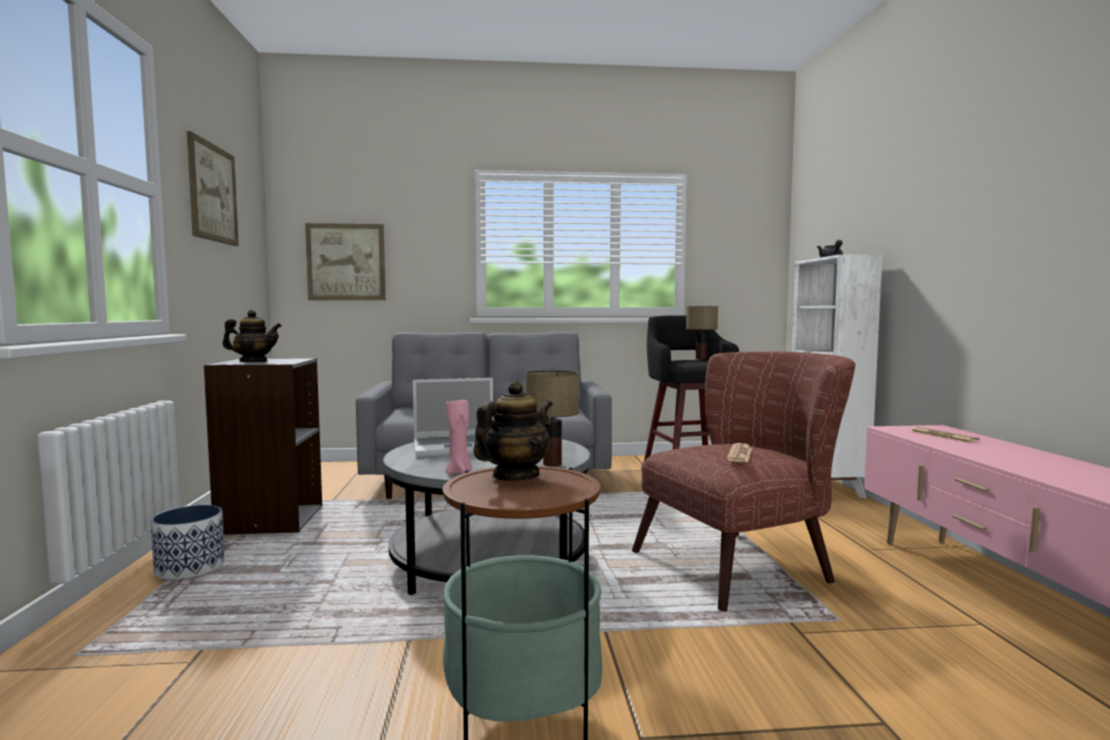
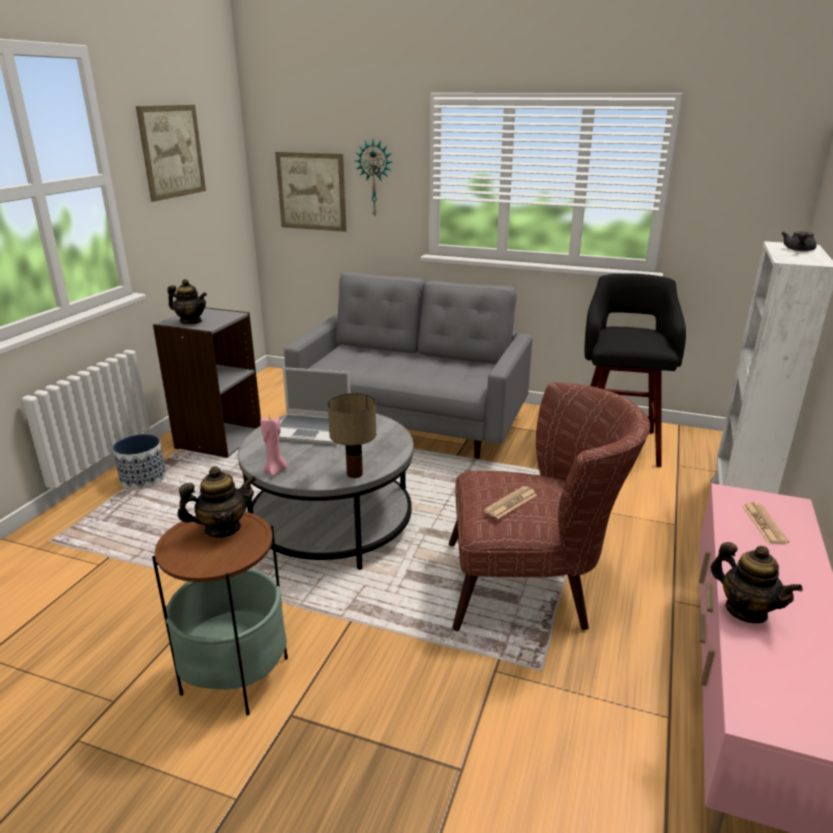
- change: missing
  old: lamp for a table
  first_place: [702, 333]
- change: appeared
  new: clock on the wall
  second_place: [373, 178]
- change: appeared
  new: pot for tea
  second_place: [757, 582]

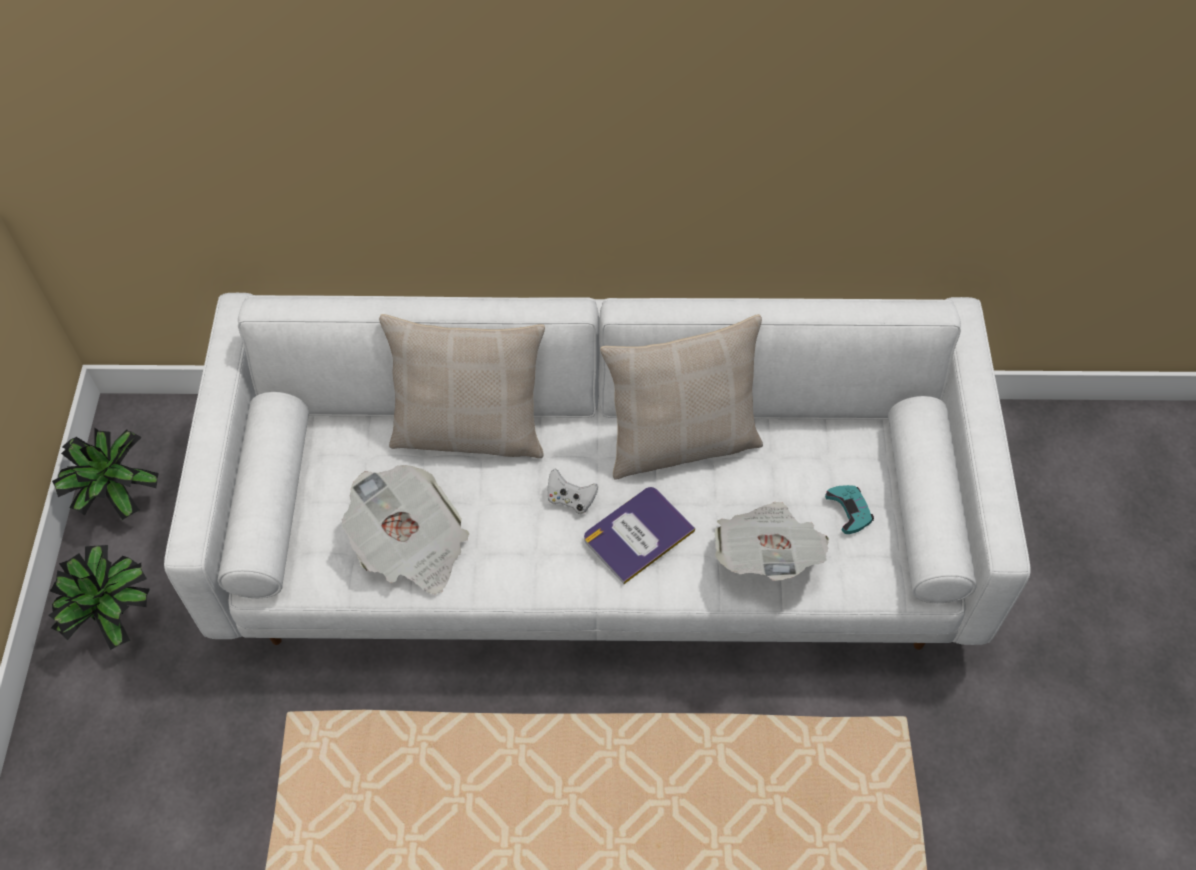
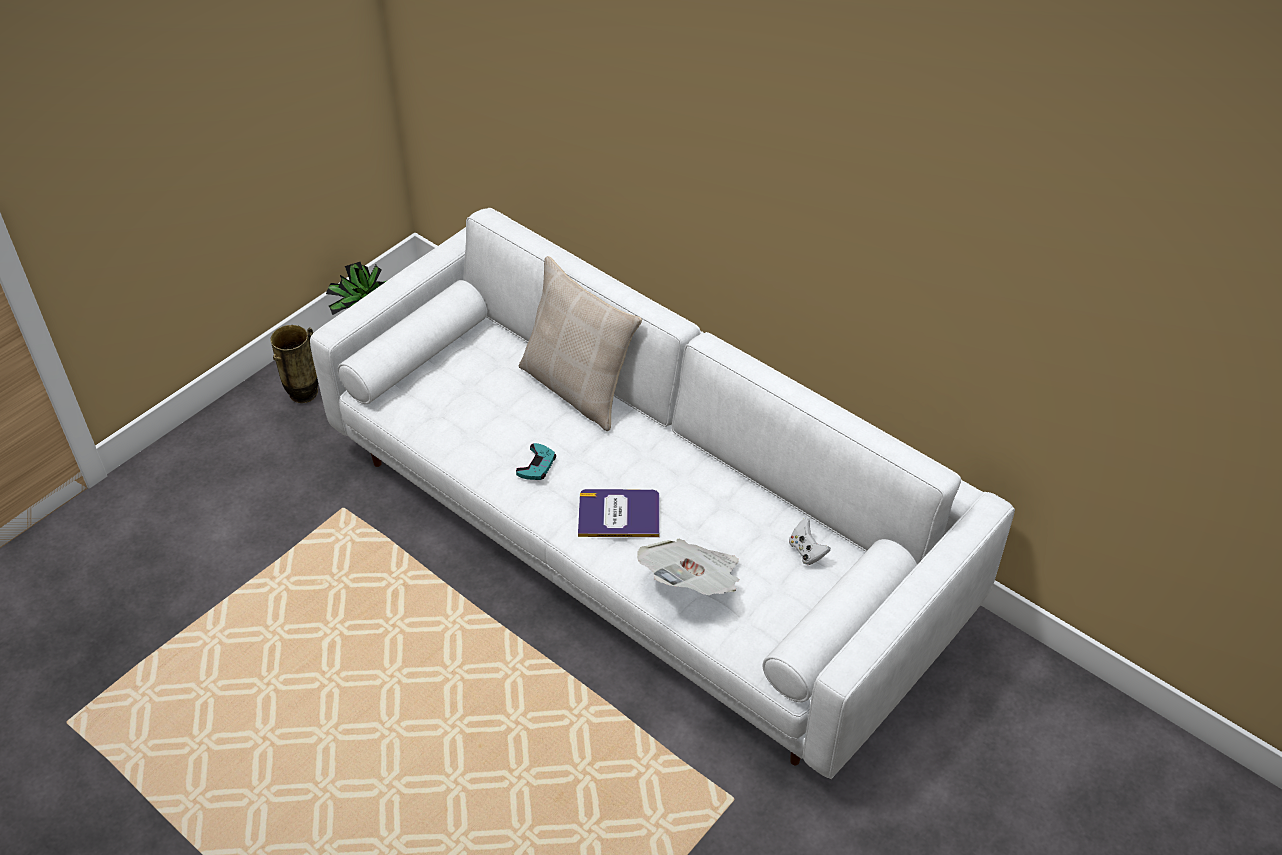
- change: missing
  old: daily paper
  first_place: [405, 529]
- change: missing
  old: pillow (beige)
  first_place: [681, 397]
- change: relocated
  old: gamepad (white)
  first_place: [572, 491]
  second_place: [809, 541]
- change: relocated
  old: gamepad (turquoise)
  first_place: [849, 509]
  second_place: [536, 461]
- change: exchanged
  old: houseplant
  new: vase
  first_place: [99, 597]
  second_place: [294, 364]

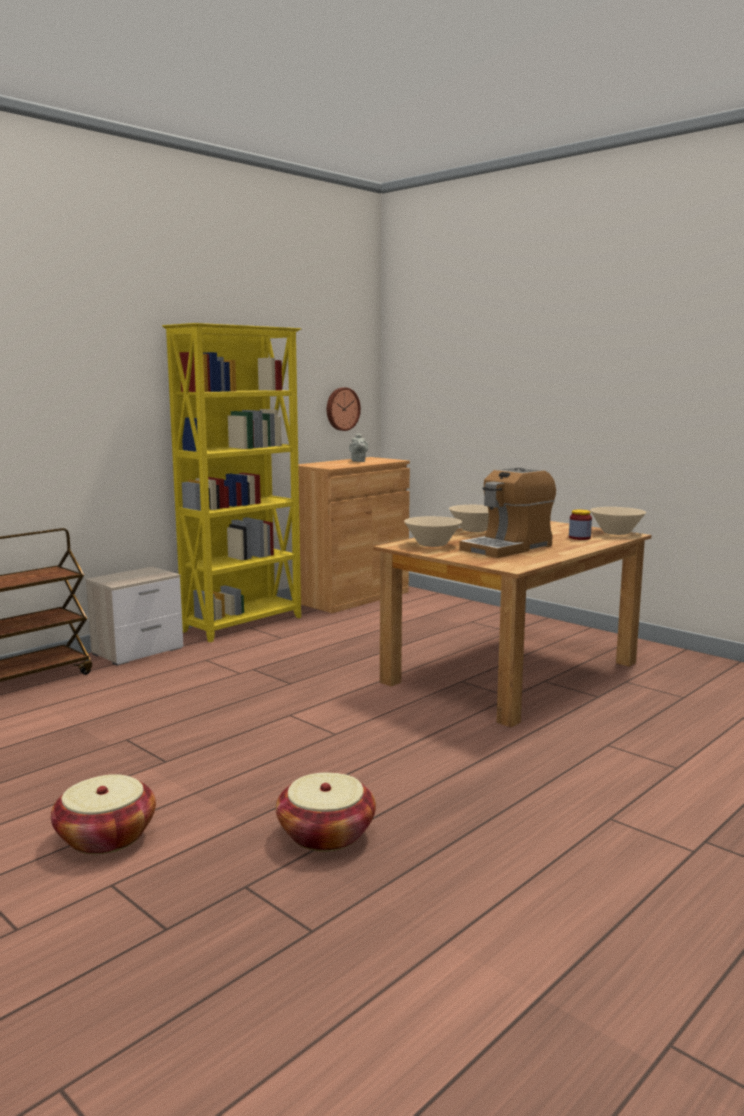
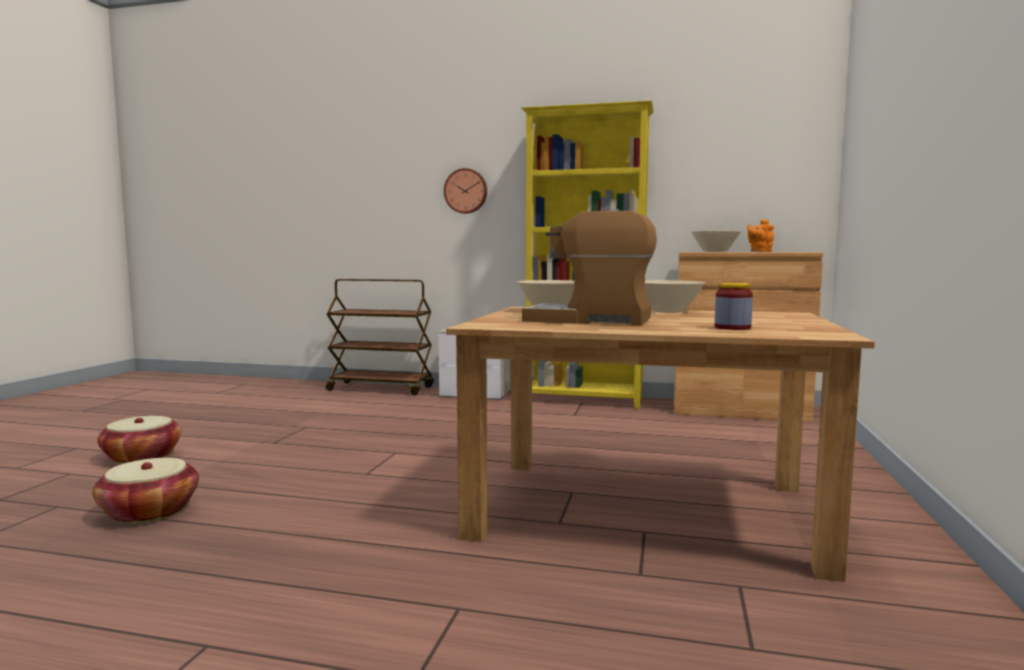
- change: relocated
  old: clock on the wall
  first_place: [344, 409]
  second_place: [465, 191]
- change: relocated
  old: deep dish (beige)
  first_place: [618, 521]
  second_place: [716, 241]
- change: colour
  old: pot for tea (gray)
  new: pot for tea (orange)
  first_place: [358, 447]
  second_place: [760, 235]

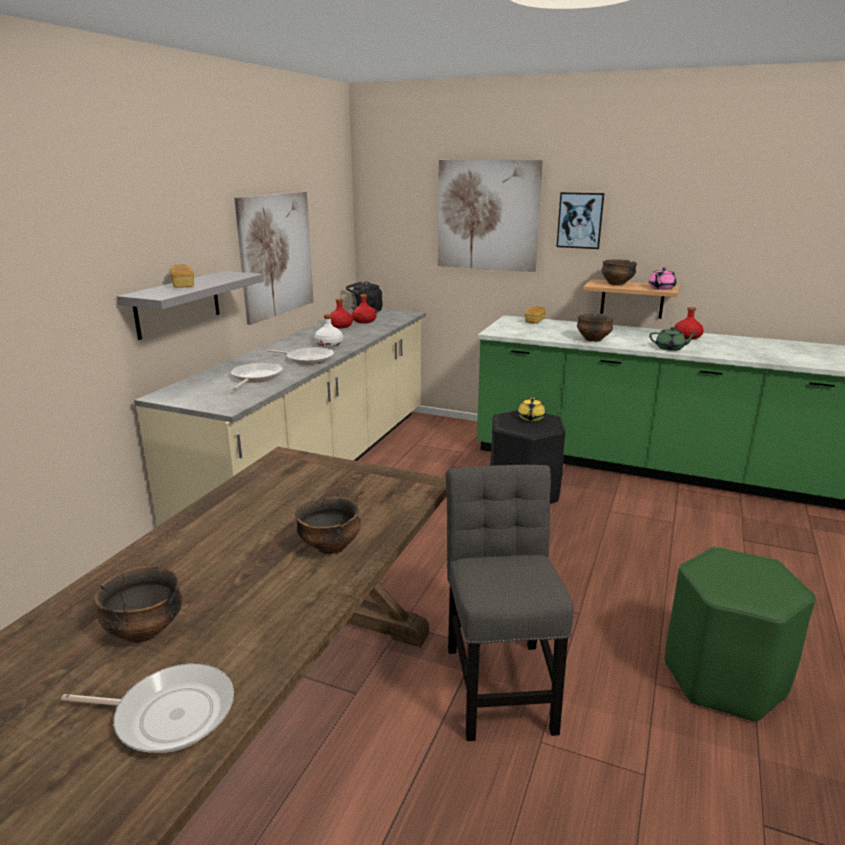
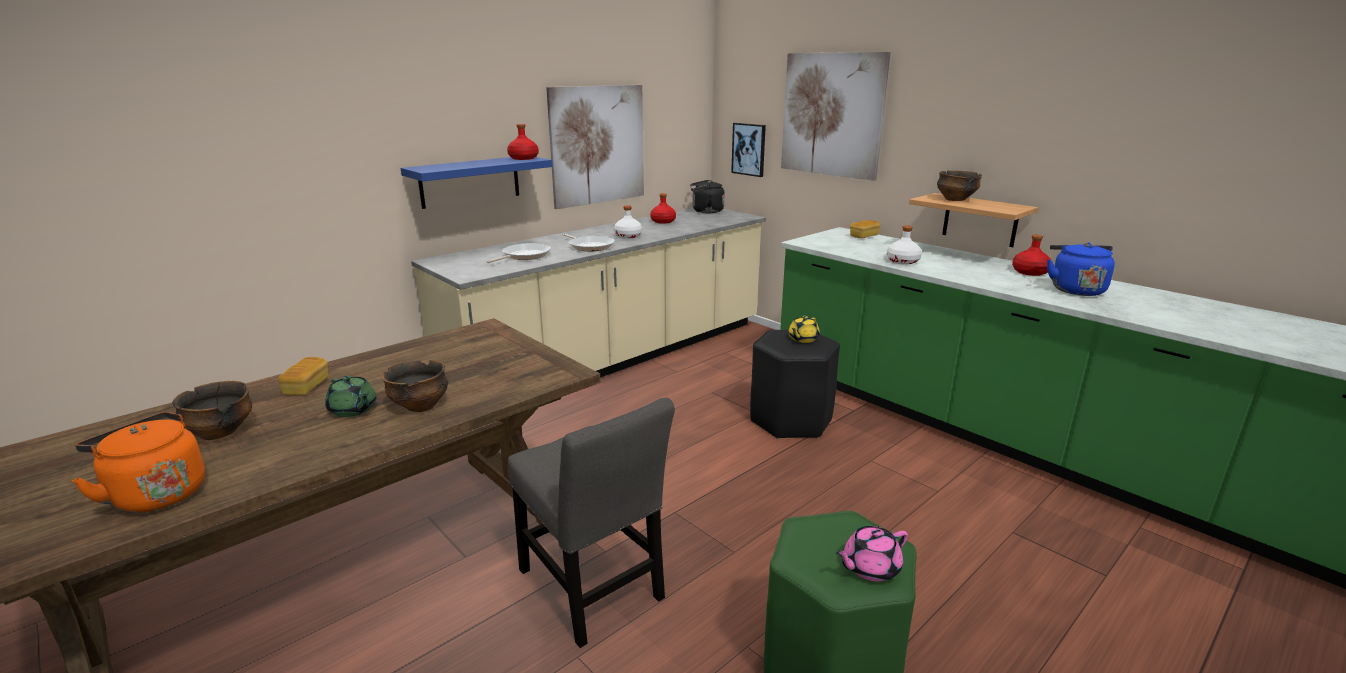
- change: appeared
  new: kettle (blue-coloured)
  second_place: [1081, 269]
- change: relocated
  old: bread
  first_place: [181, 276]
  second_place: [303, 376]
- change: relocated
  old: bottle (red)
  first_place: [364, 308]
  second_place: [523, 142]
- change: relocated
  old: picture
  first_place: [580, 220]
  second_place: [748, 150]
- change: relocated
  old: pot for tea (pinkish)
  first_place: [663, 278]
  second_place: [872, 553]
- change: relocated
  old: pot for tea (green-coloured)
  first_place: [673, 339]
  second_place: [351, 396]
- change: exchanged
  old: pan
  new: kettle (orange)
  first_place: [147, 708]
  second_place: [138, 462]
- change: exchanged
  old: deep dish
  new: bottle (white)
  first_place: [595, 328]
  second_place: [904, 244]
- change: colour
  old: shelf (gray)
  new: shelf (blue-coloured)
  first_place: [190, 305]
  second_place: [477, 183]
- change: spun
  old: chair (gray)
  first_place: [510, 603]
  second_place: [591, 523]
  degrees: 120

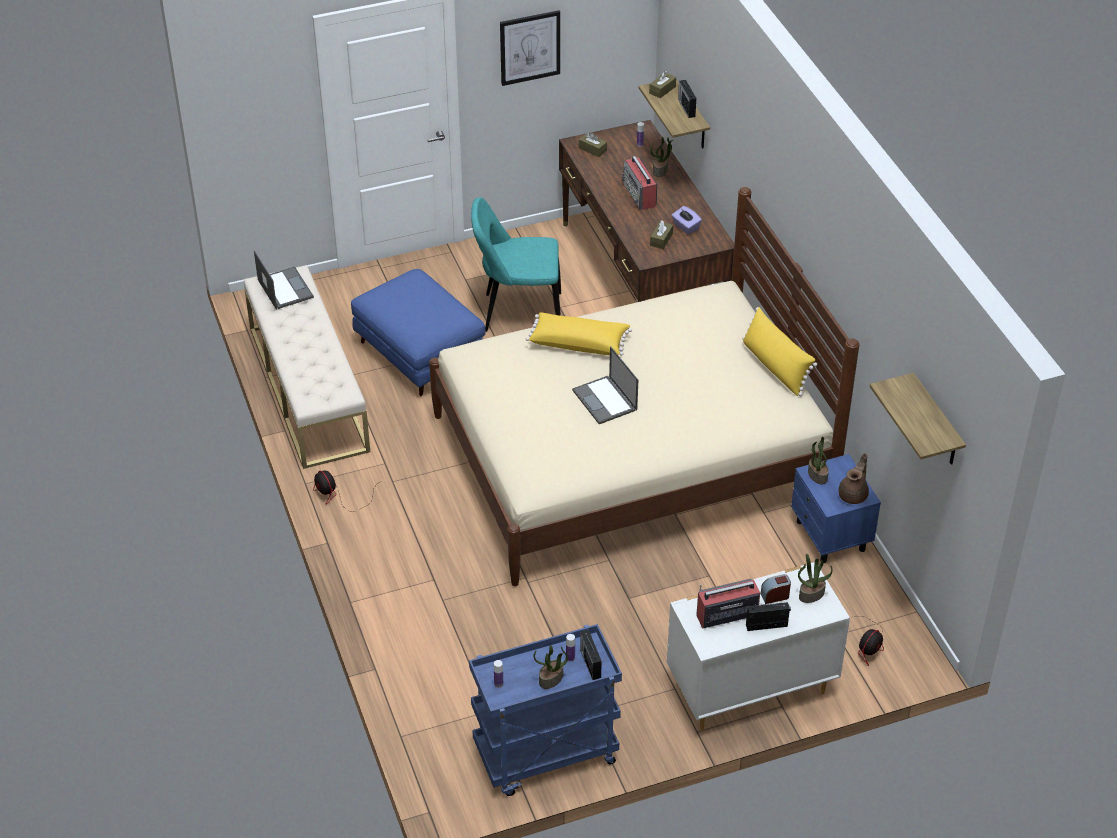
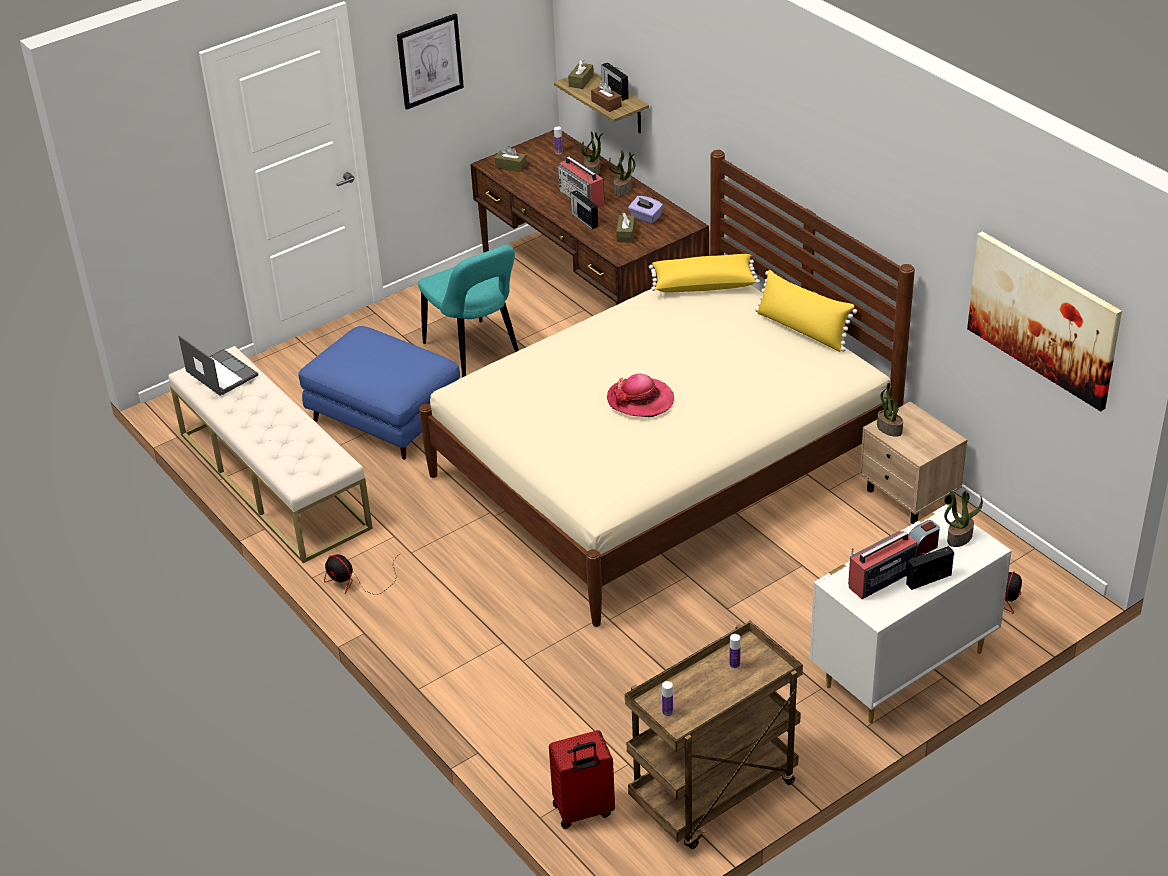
- change: missing
  old: pot for tea (brown-coloured)
  first_place: [853, 478]
- change: appeared
  new: suitcase (red)
  second_place: [582, 779]
- change: appeared
  new: box of tissues (brown-coloured)
  second_place: [606, 97]
- change: relocated
  old: pillow (yellow)
  first_place: [579, 334]
  second_place: [704, 273]
- change: relocated
  old: houseplant
  first_place: [551, 667]
  second_place: [621, 173]
- change: relocated
  old: radio
  first_place: [591, 655]
  second_place: [584, 209]
- change: exchanged
  old: notebook computer
  new: wearable hat
  first_place: [605, 385]
  second_place: [640, 395]
- change: exchanged
  old: shelf
  new: picture
  first_place: [918, 419]
  second_place: [1044, 321]
- change: colour
  old: trolley (blue-coloured)
  new: trolley (brown-coloured)
  first_place: [545, 710]
  second_place: [714, 735]
- change: colour
  old: nightstand (blue-coloured)
  new: nightstand (beige)
  first_place: [836, 508]
  second_place: [913, 462]
- change: spun
  old: chair (turquoise)
  first_place: [516, 264]
  second_place: [468, 311]
  degrees: -105

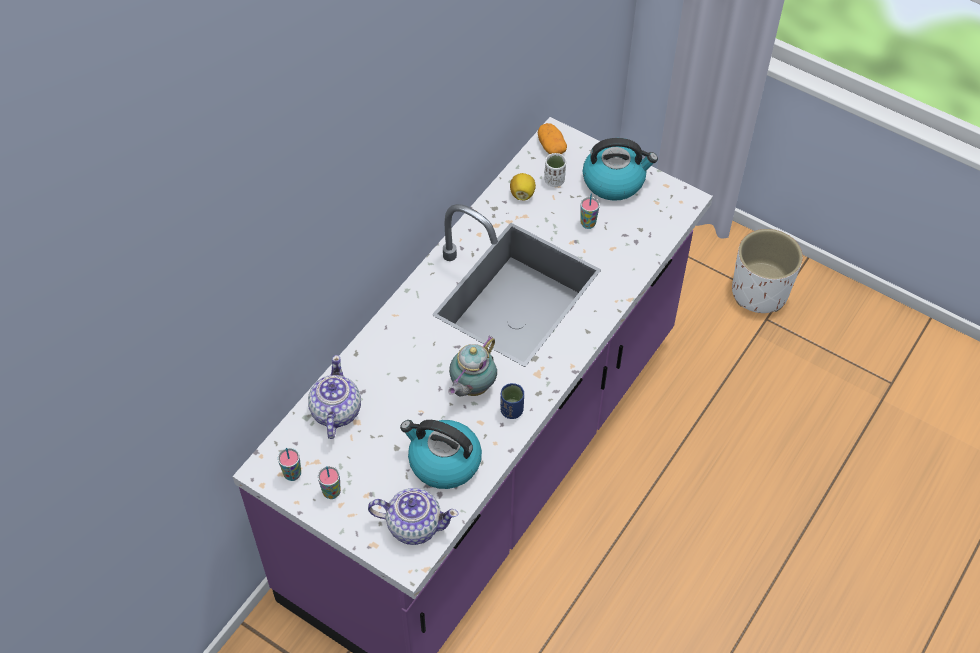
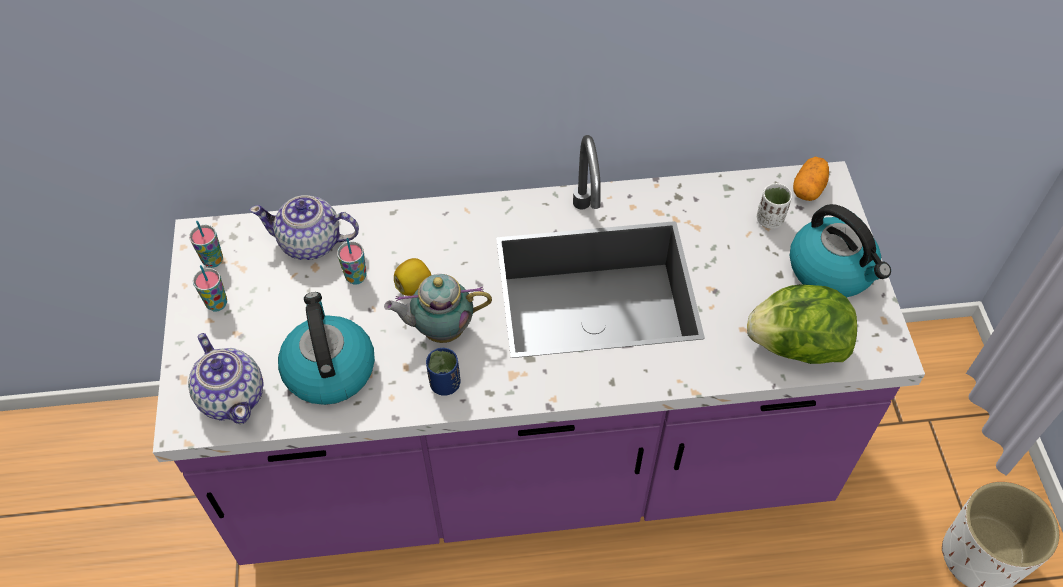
- change: appeared
  new: lettuce
  second_place: [802, 324]
- change: relocated
  old: citrus fruit
  first_place: [523, 186]
  second_place: [412, 277]
- change: relocated
  old: small cup
  first_place: [590, 211]
  second_place: [352, 261]
- change: spun
  old: pot for tea
  first_place: [334, 397]
  second_place: [304, 227]
  degrees: -135

